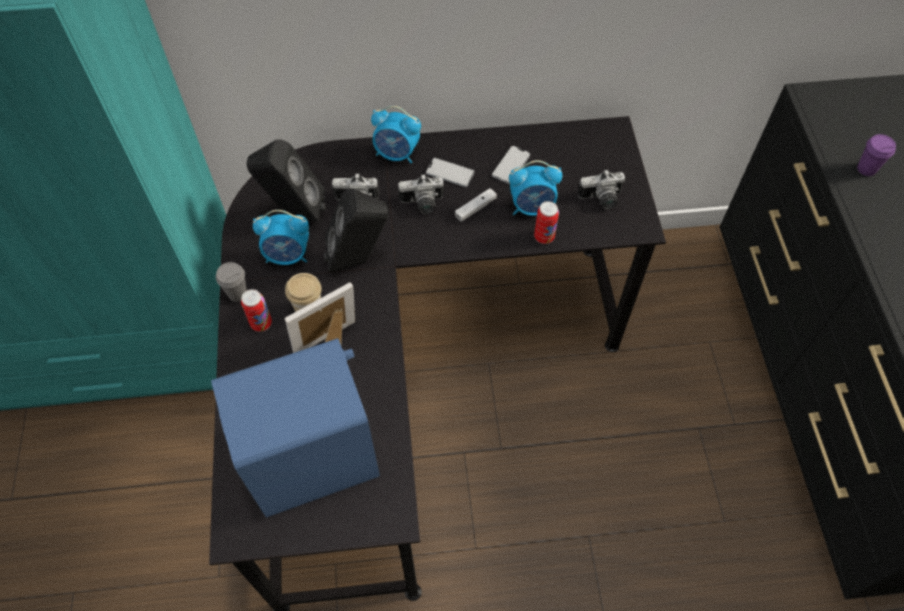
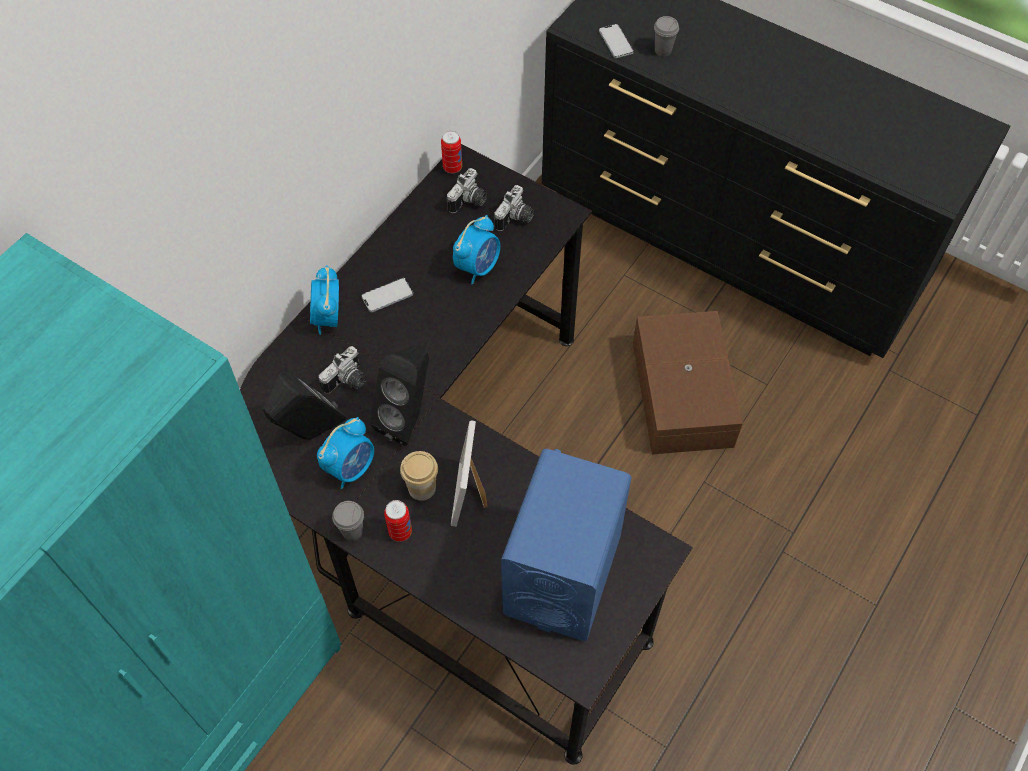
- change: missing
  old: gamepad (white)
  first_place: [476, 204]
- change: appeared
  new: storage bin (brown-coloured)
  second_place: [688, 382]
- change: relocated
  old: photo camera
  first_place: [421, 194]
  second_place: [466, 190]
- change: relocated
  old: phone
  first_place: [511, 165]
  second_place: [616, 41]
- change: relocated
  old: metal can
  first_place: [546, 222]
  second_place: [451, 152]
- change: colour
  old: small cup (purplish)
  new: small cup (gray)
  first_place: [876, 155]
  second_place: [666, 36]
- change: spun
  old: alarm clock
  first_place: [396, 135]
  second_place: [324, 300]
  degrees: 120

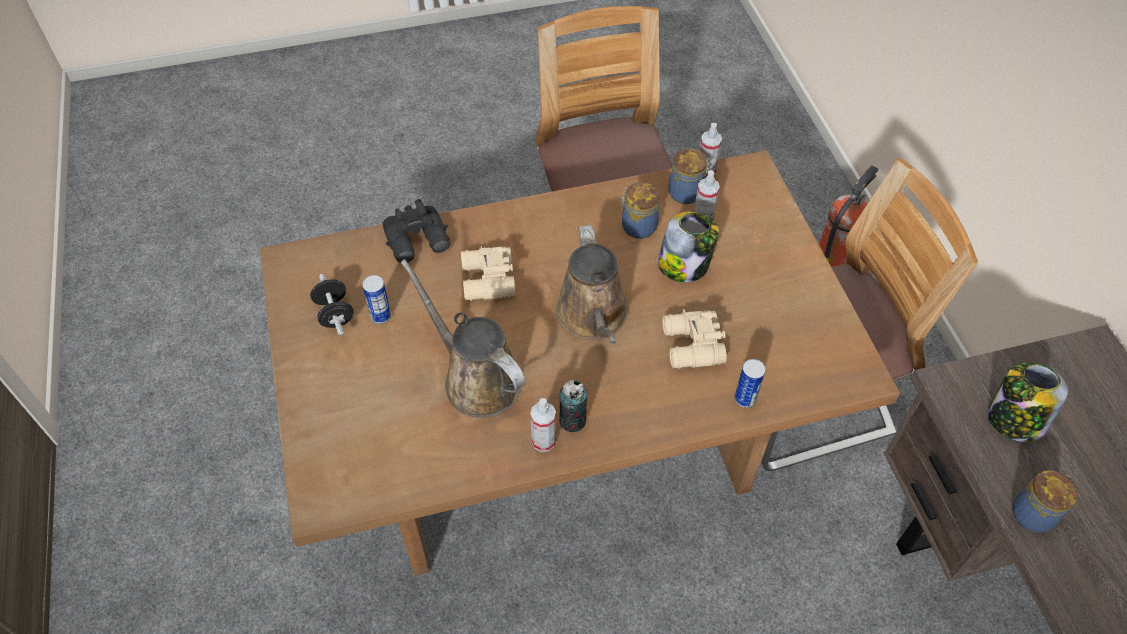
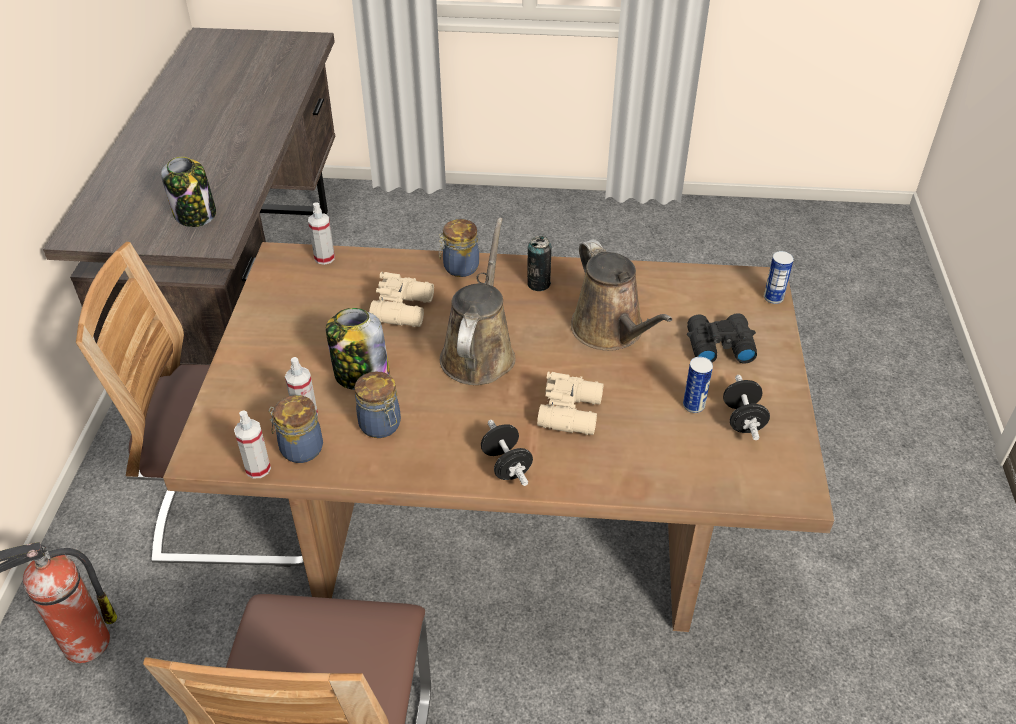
- change: appeared
  new: hand weight (black)
  second_place: [507, 453]
- change: relocated
  old: binoculars (black)
  first_place: [416, 231]
  second_place: [722, 338]
- change: relocated
  old: hand sprayer
  first_place: [543, 425]
  second_place: [321, 233]
- change: relocated
  old: metal can
  first_place: [750, 383]
  second_place: [779, 277]
- change: relocated
  old: jar
  first_place: [1045, 501]
  second_place: [458, 248]

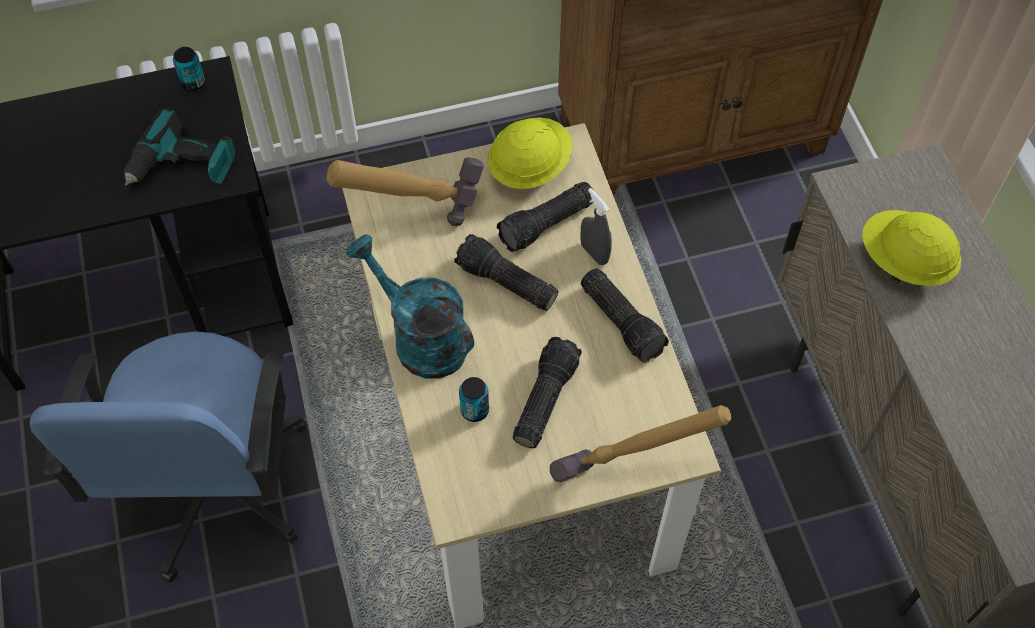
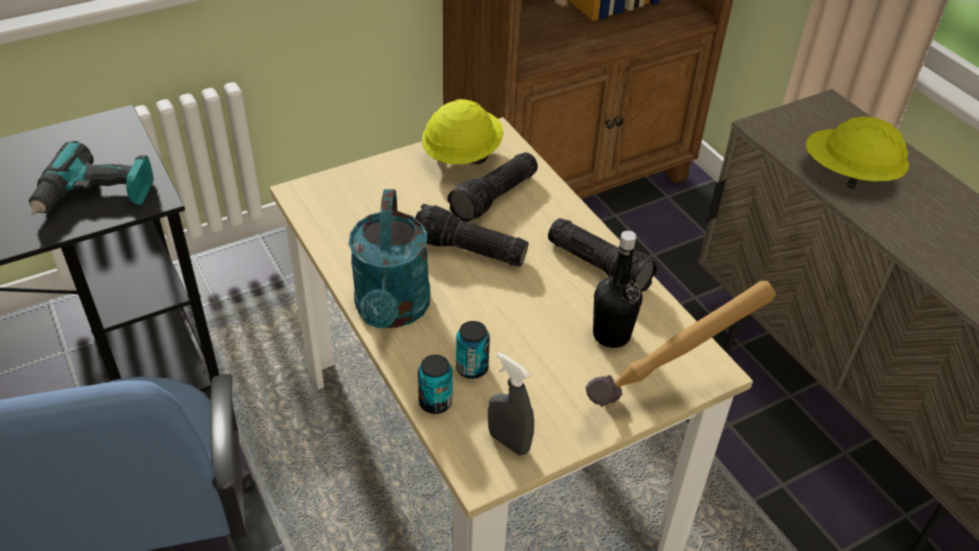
- change: missing
  old: tool hammer
  first_place: [405, 191]
- change: missing
  old: torch
  first_place: [547, 392]
- change: appeared
  new: bottle (black)
  second_place: [618, 289]
- change: relocated
  old: metal can
  first_place: [189, 69]
  second_place: [435, 384]
- change: relocated
  old: hand sprayer (gray)
  first_place: [596, 226]
  second_place: [511, 403]
- change: spun
  old: watering pot (turquoise)
  first_place: [410, 306]
  second_place: [389, 258]
  degrees: -120

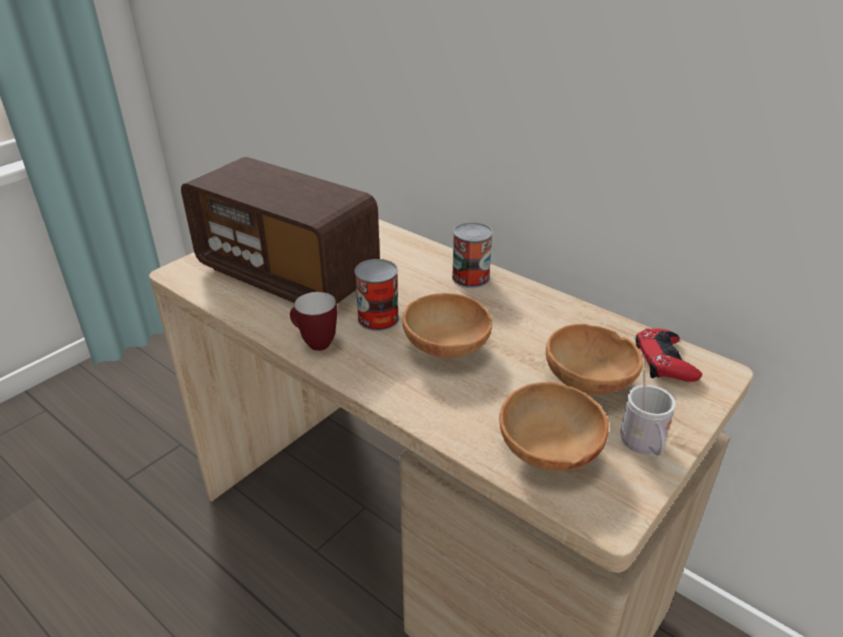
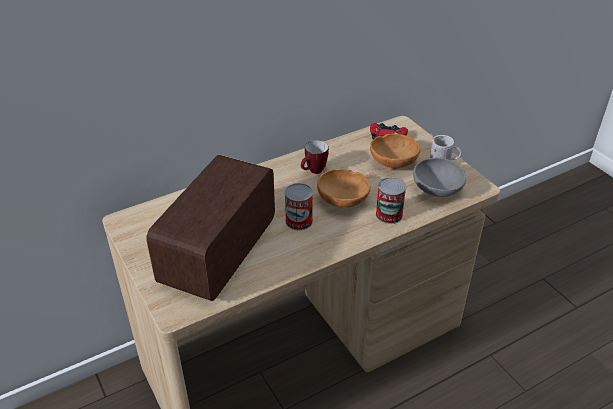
- change: relocated
  old: mug
  first_place: [313, 321]
  second_place: [315, 157]
- change: relocated
  old: metal can
  first_place: [472, 255]
  second_place: [391, 200]
- change: colour
  old: deep dish (brown-coloured)
  new: deep dish (gray)
  first_place: [554, 426]
  second_place: [439, 177]
- change: spun
  old: radio
  first_place: [280, 230]
  second_place: [210, 228]
  degrees: 150

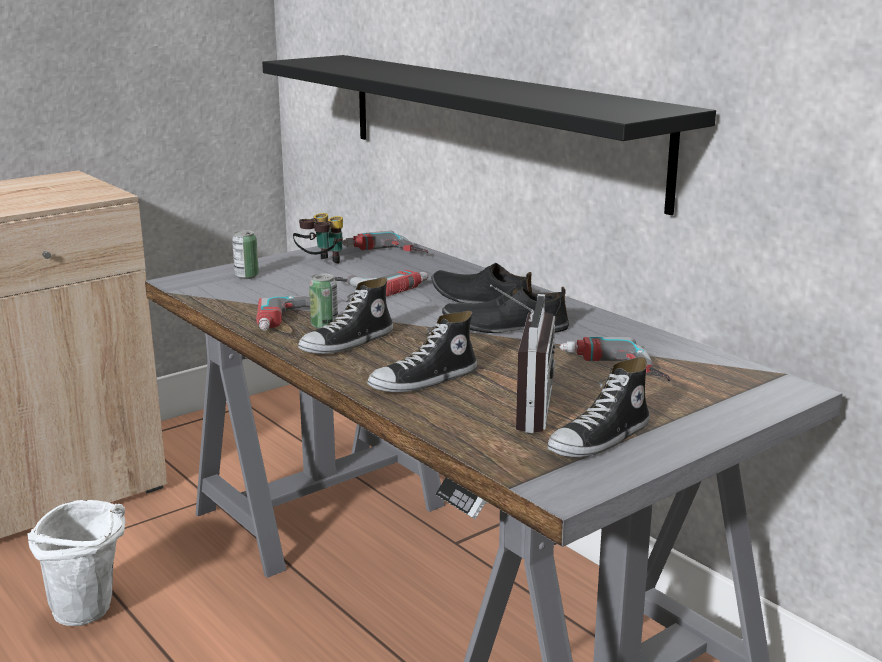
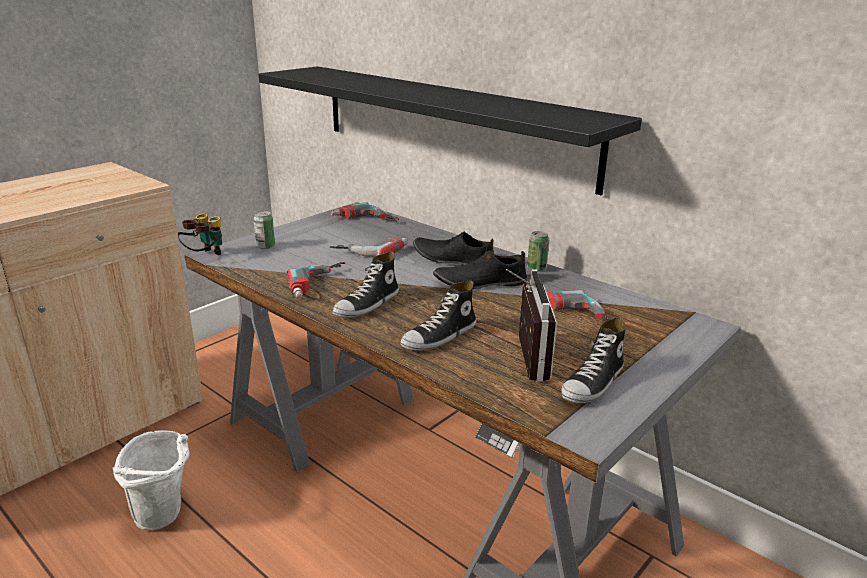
- change: relocated
  old: binoculars
  first_place: [318, 238]
  second_place: [200, 234]
- change: relocated
  old: metal can
  first_place: [323, 301]
  second_place: [538, 251]

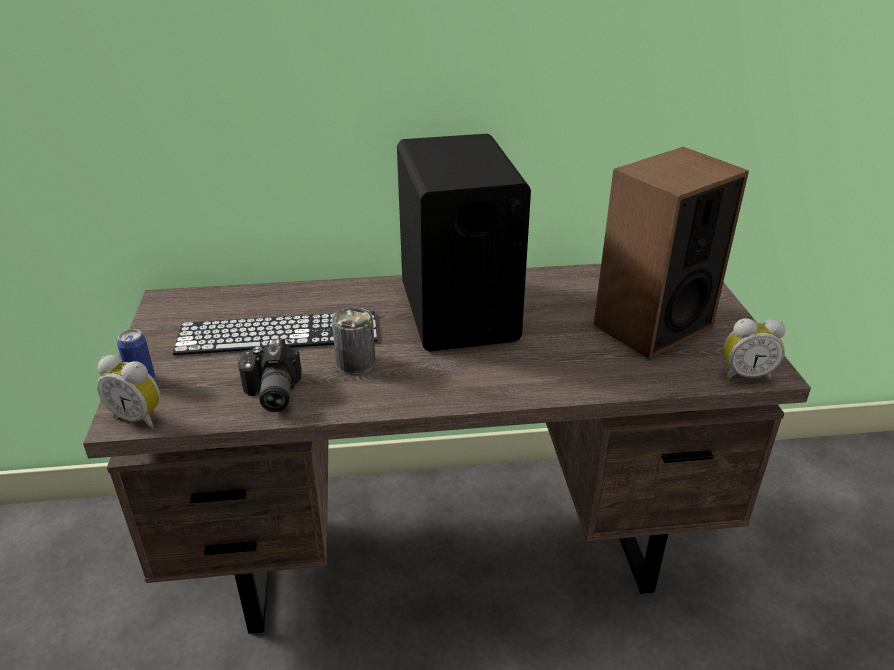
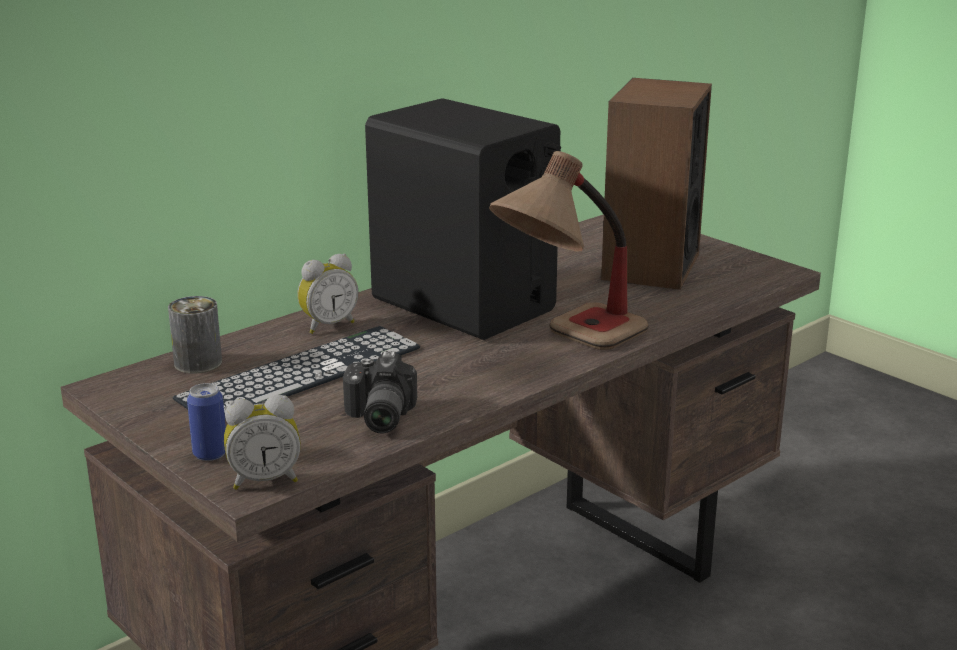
- change: appeared
  new: lamp for a table
  second_place: [568, 250]
- change: relocated
  old: metal can
  first_place: [354, 341]
  second_place: [195, 334]
- change: relocated
  old: alarm clock
  first_place: [754, 349]
  second_place: [327, 294]
- change: spun
  old: photo camera
  first_place: [269, 375]
  second_place: [380, 393]
  degrees: 45

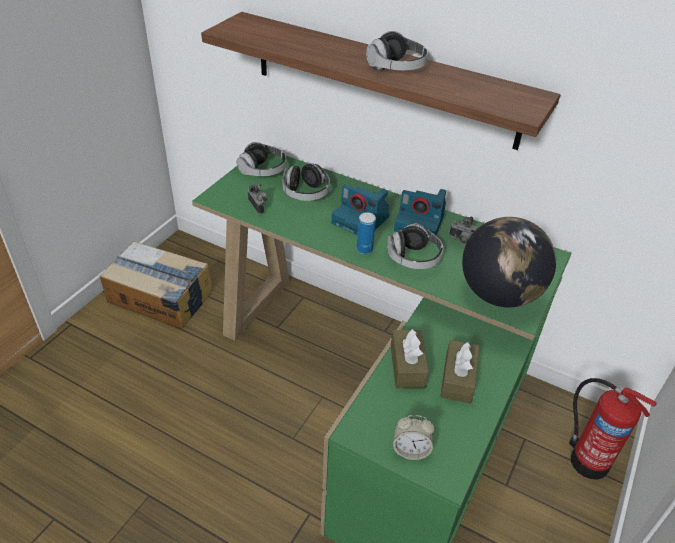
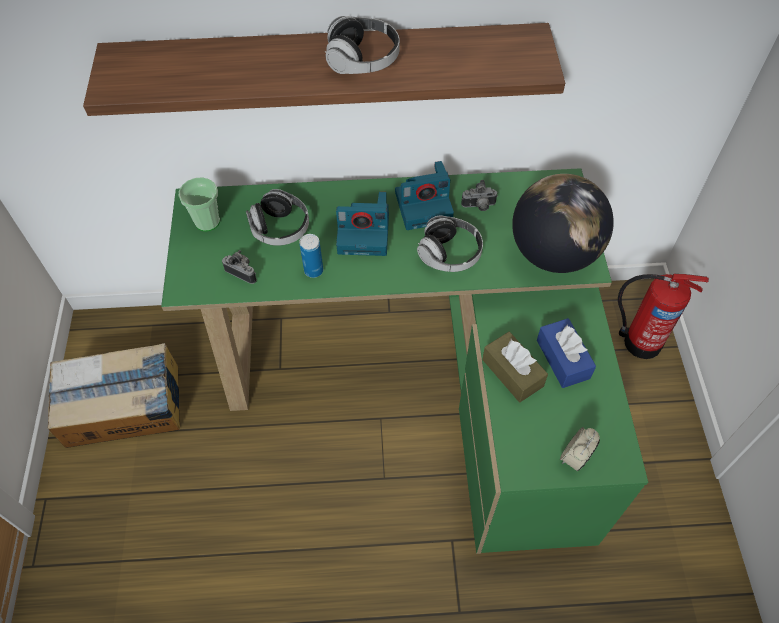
- change: relocated
  old: metal can
  first_place: [366, 233]
  second_place: [311, 256]
- change: exchanged
  old: headset
  new: small cup
  first_place: [261, 159]
  second_place: [199, 204]
- change: colour
  old: box of tissues (brown-coloured)
  new: box of tissues (blue-coloured)
  first_place: [459, 372]
  second_place: [566, 353]
- change: spun
  old: alarm clock
  first_place: [413, 437]
  second_place: [580, 449]
  degrees: 150

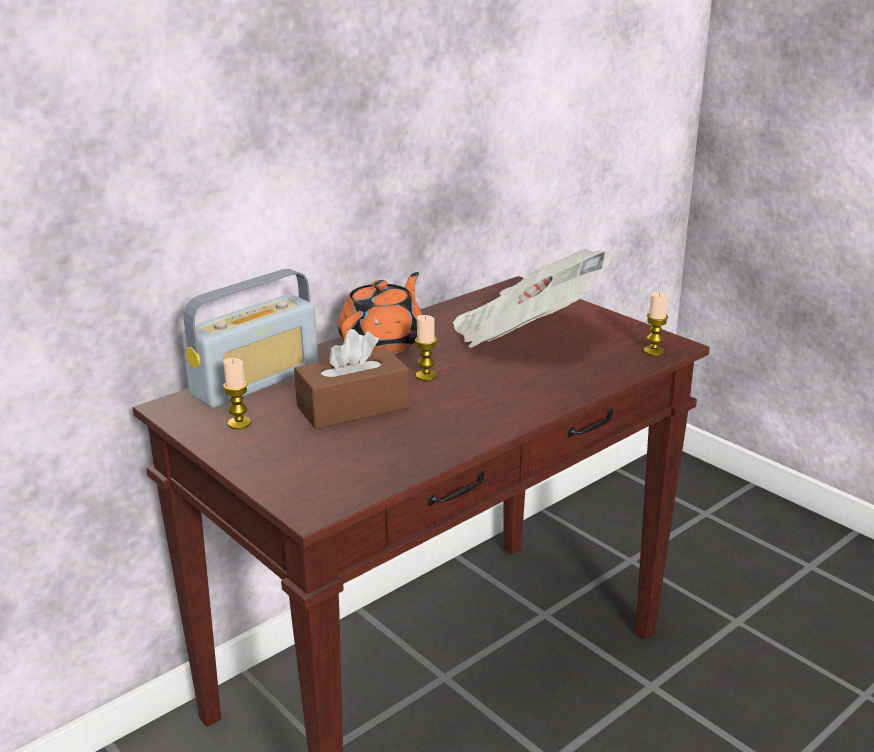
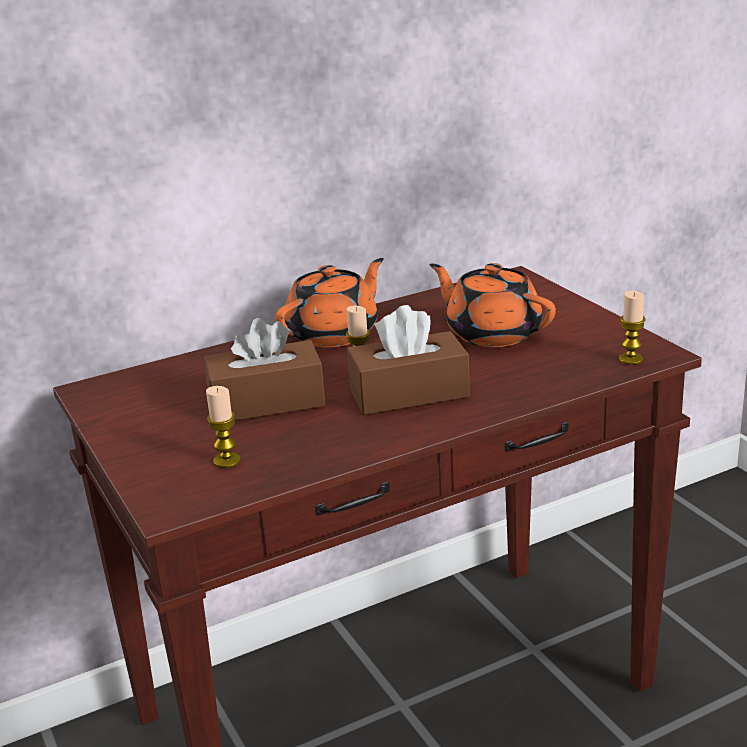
- change: missing
  old: radio
  first_place: [250, 338]
- change: appeared
  new: box of tissues (brown-coloured)
  second_place: [408, 360]
- change: relocated
  old: wax light
  first_place: [237, 394]
  second_place: [223, 427]
- change: exchanged
  old: daily paper
  new: pot for tea (orange)
  first_place: [532, 298]
  second_place: [492, 305]

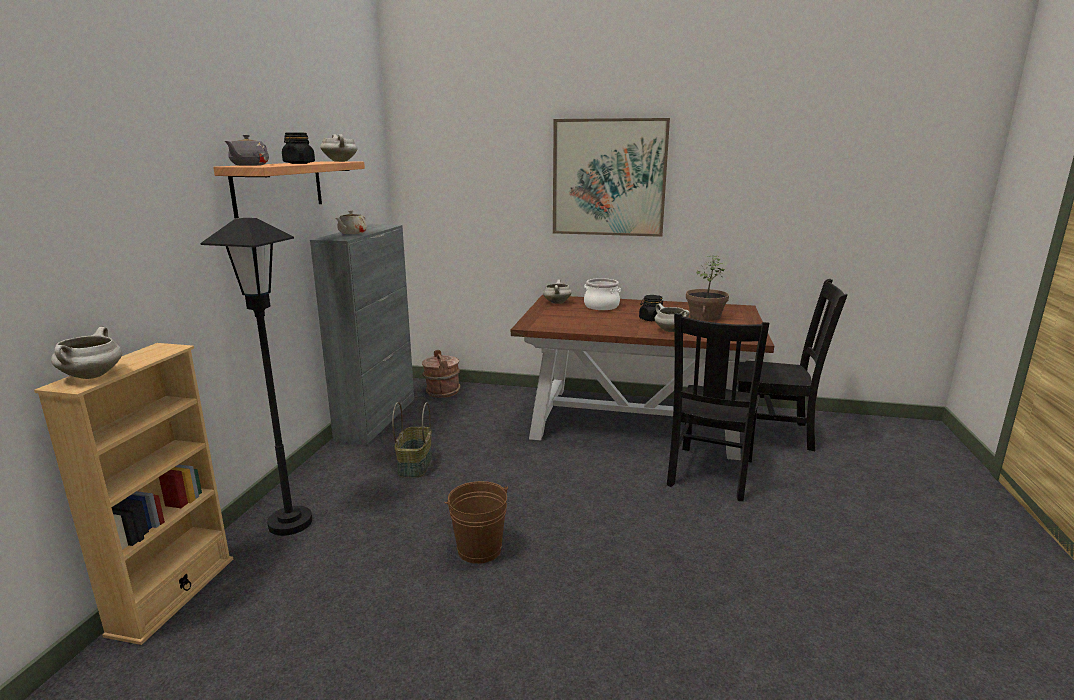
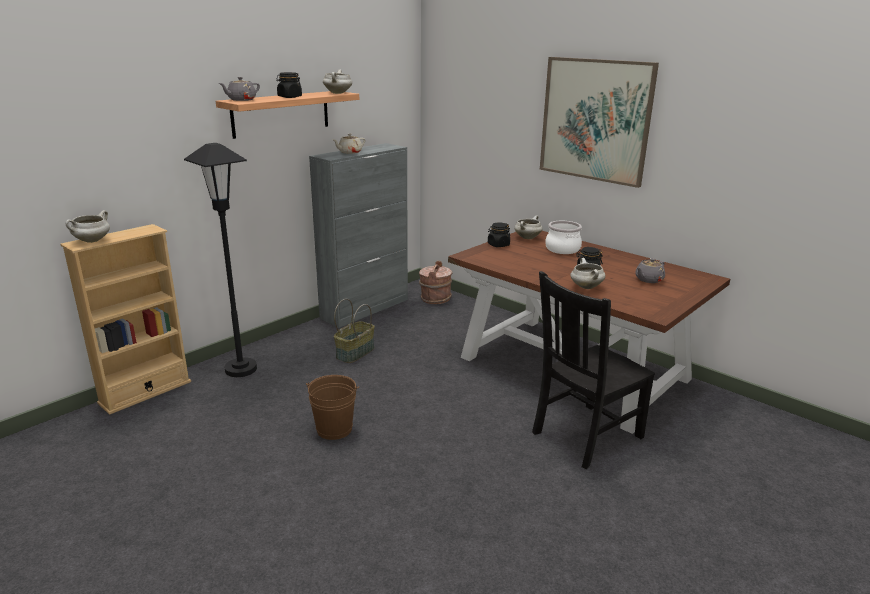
- change: missing
  old: chair (black)
  first_place: [792, 365]
- change: appeared
  new: jar (black)
  second_place: [499, 234]
- change: exchanged
  old: houseplant
  new: pot for tea (gray)
  first_place: [707, 288]
  second_place: [650, 270]

